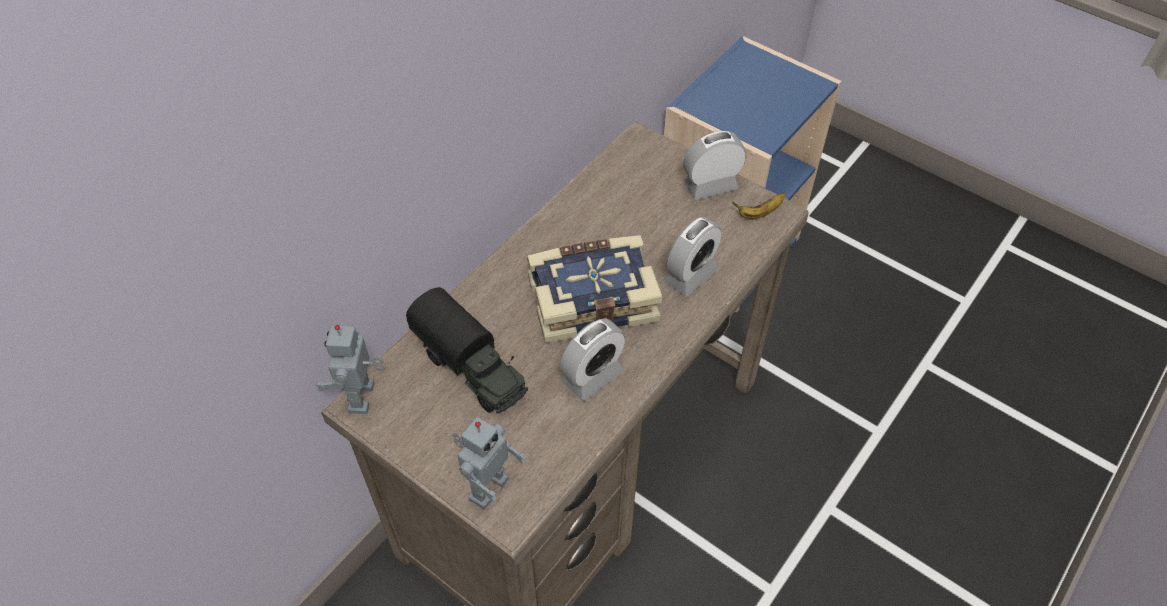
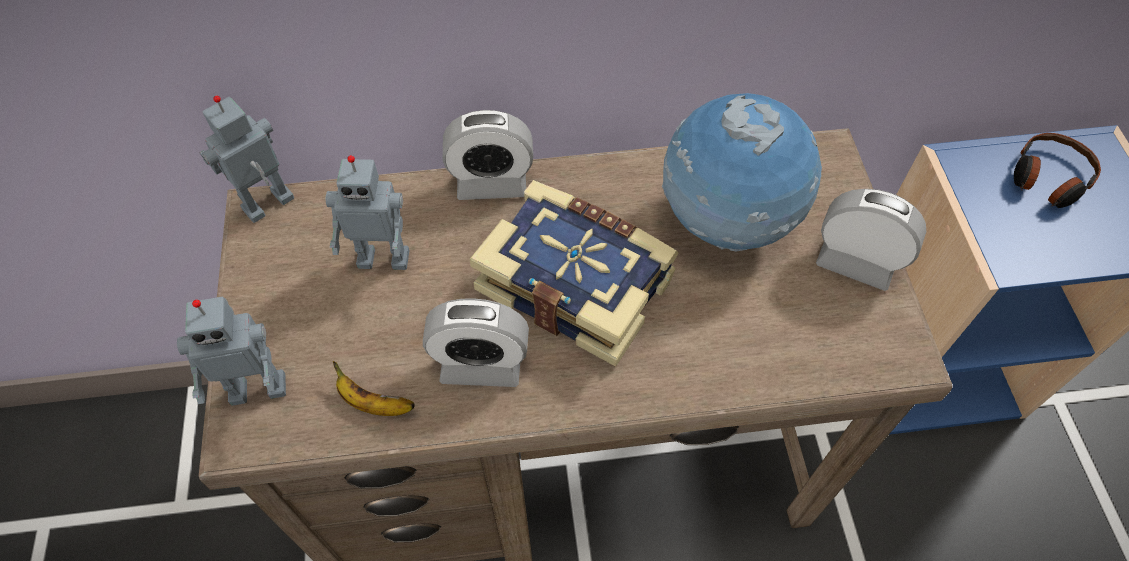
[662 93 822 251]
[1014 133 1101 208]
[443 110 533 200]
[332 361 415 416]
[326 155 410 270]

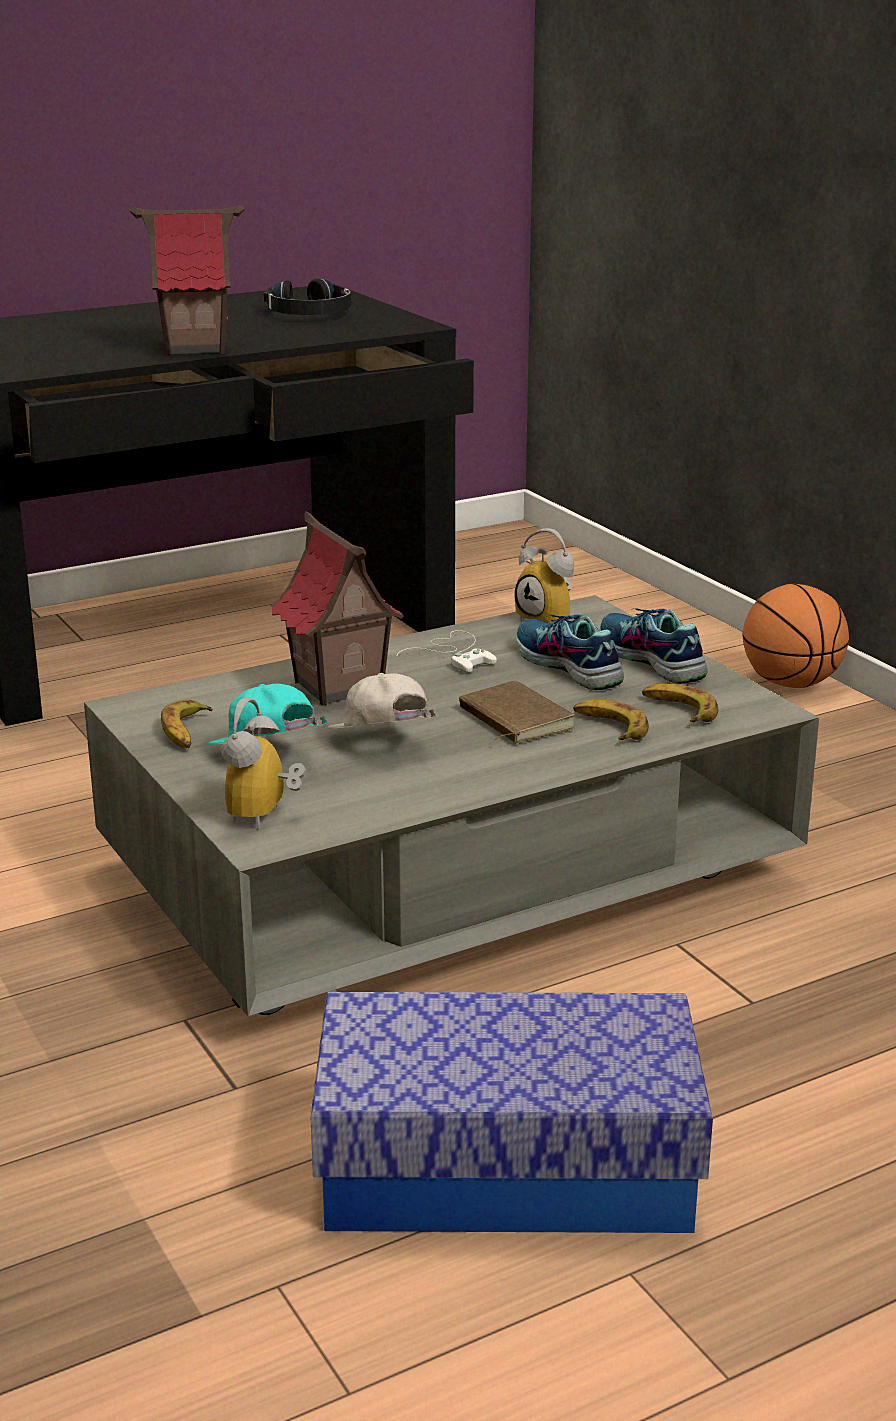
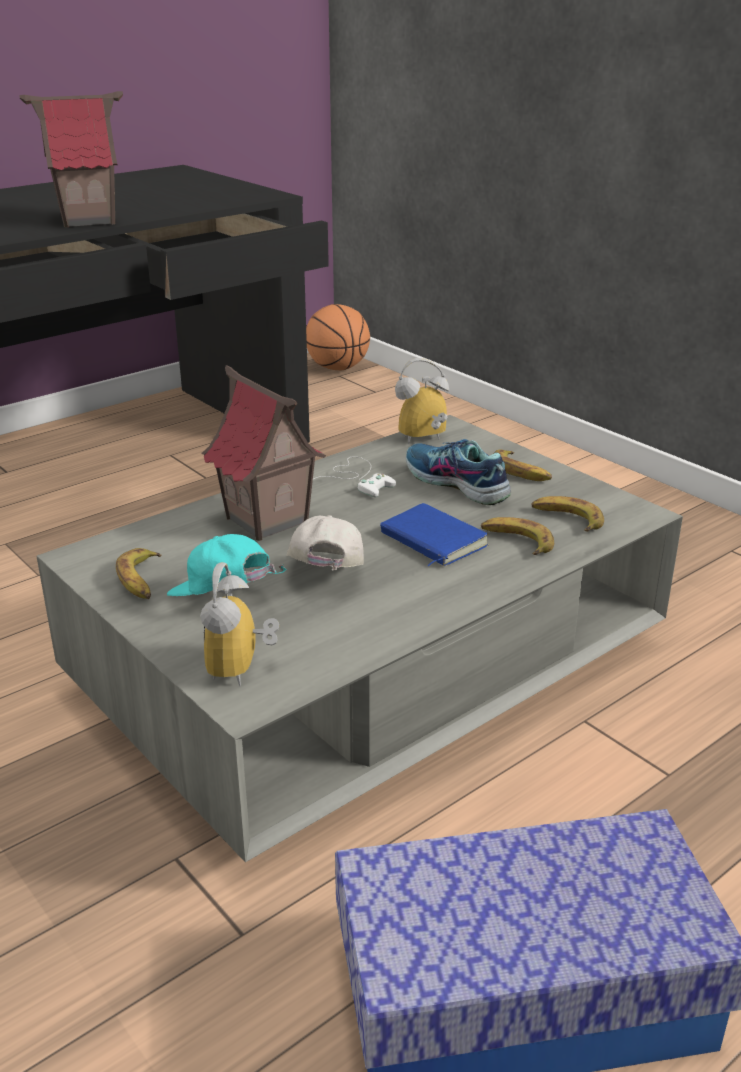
[264 278 351 315] (first image)
[306 304 370 370]
[494 450 552 481]
[380 503 489 567]
[286 515 364 570]
[395 358 449 445]

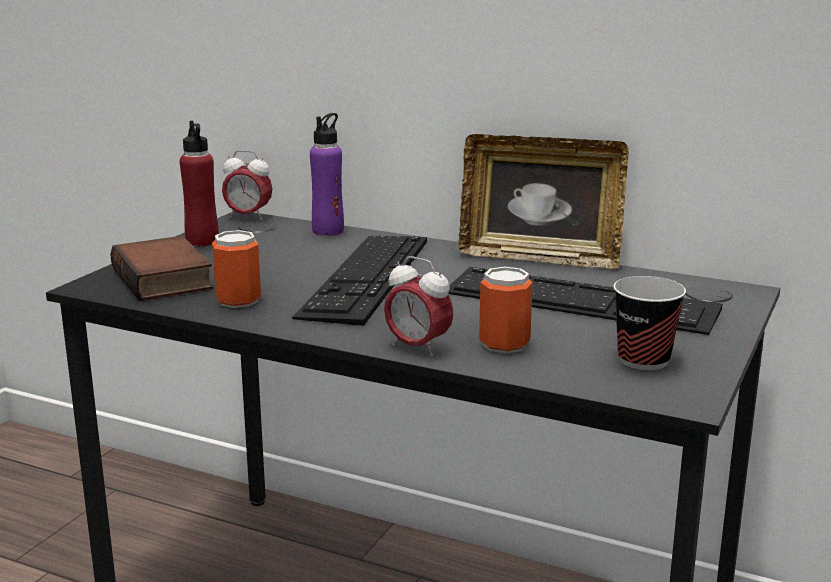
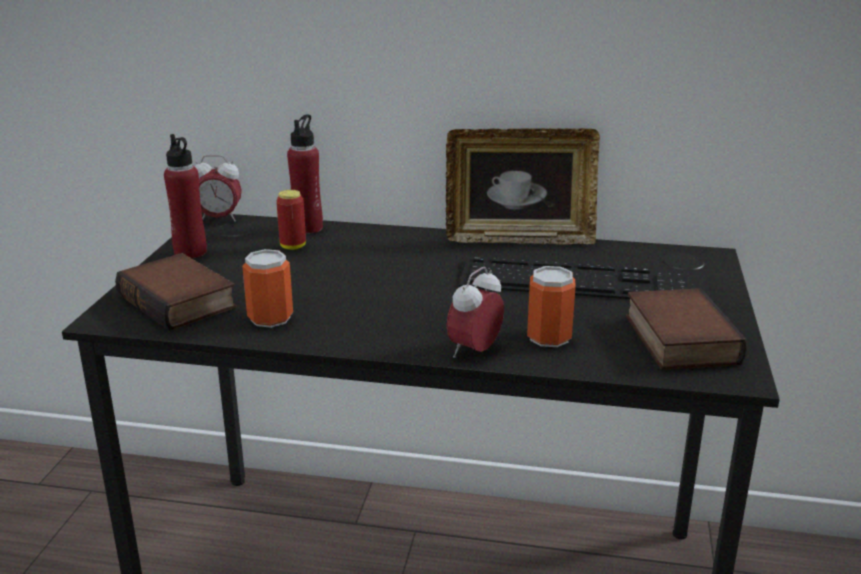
[293 236 427 326] (first image)
[276 190 306 250]
[625 288 748 370]
[287 114 323 234]
[447 267 504 358]

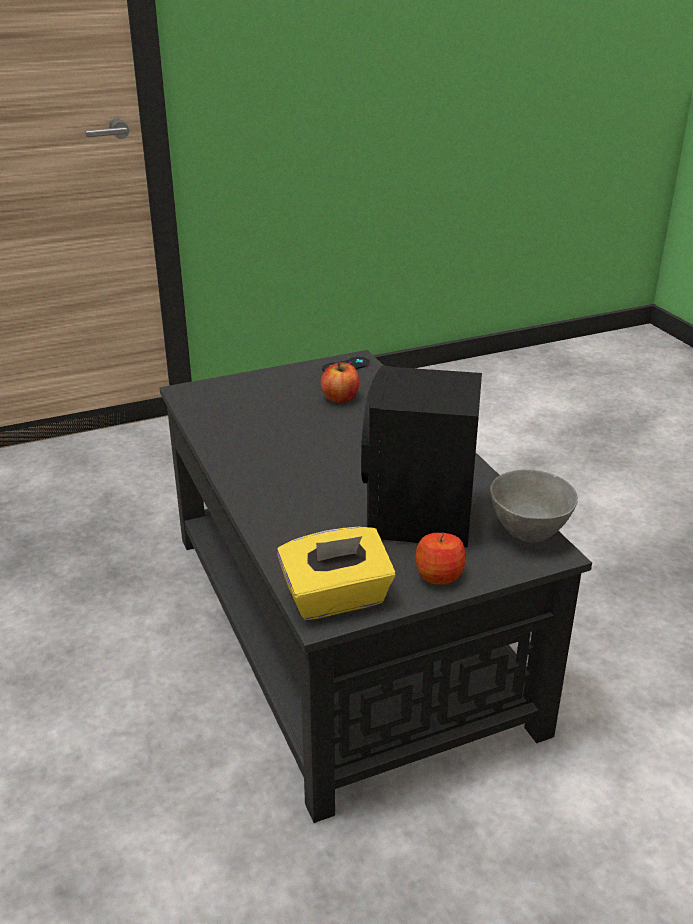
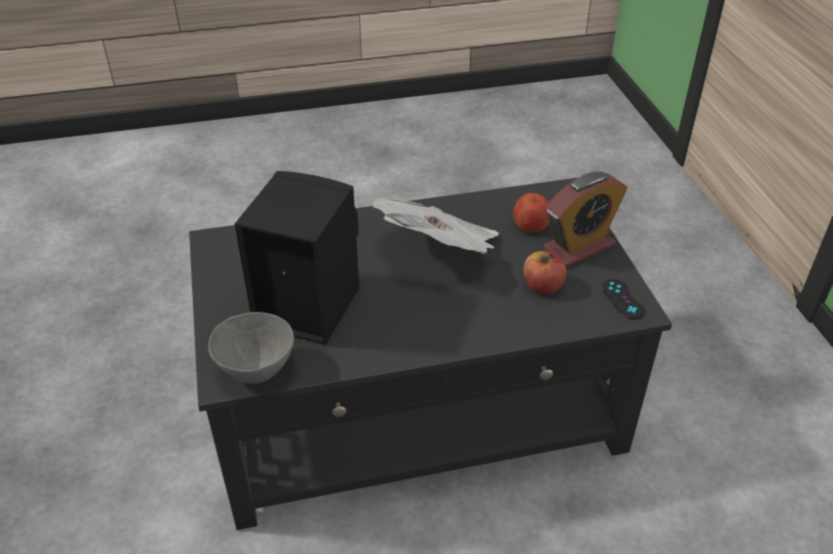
[277 527 396 620] (first image)
[372 197 499 254]
[543 171 628 268]
[513 193 550 232]

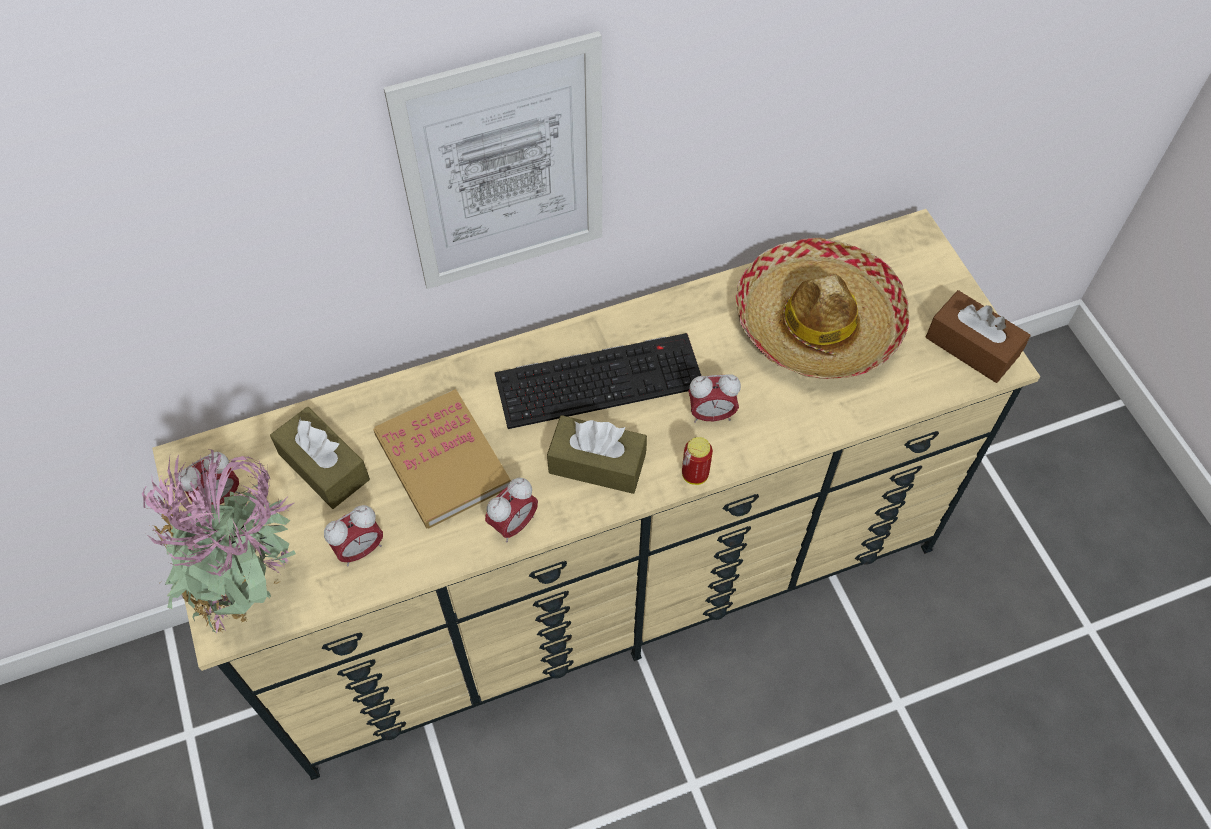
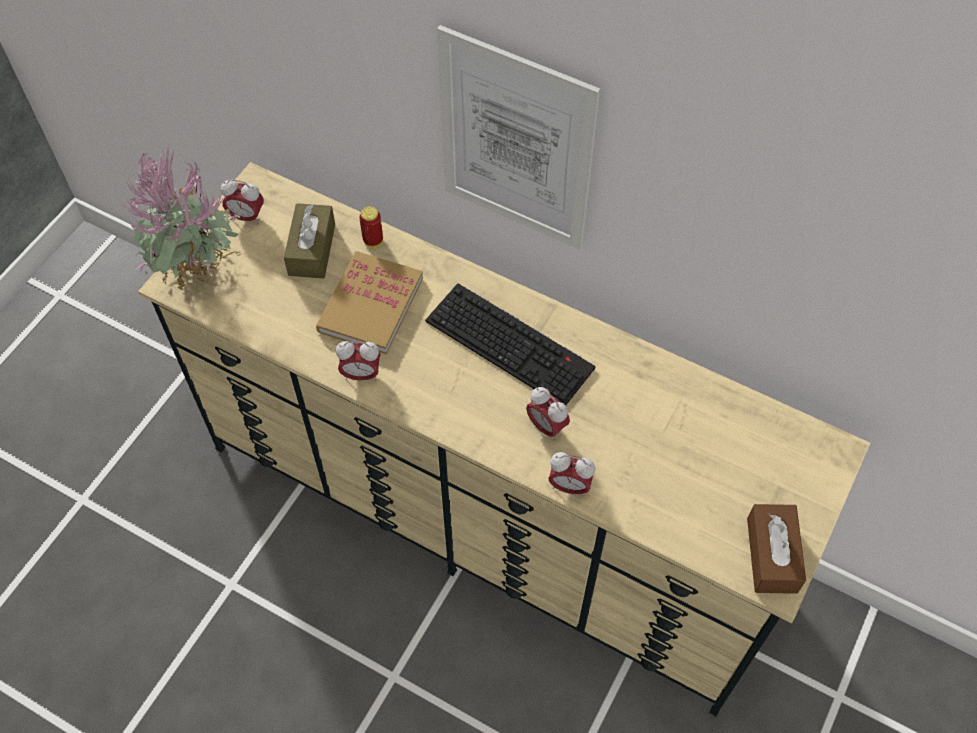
[547 415 647 494] (first image)
[736 238 910 379] (first image)
[548 452 595 497]
[359 206 383 247]

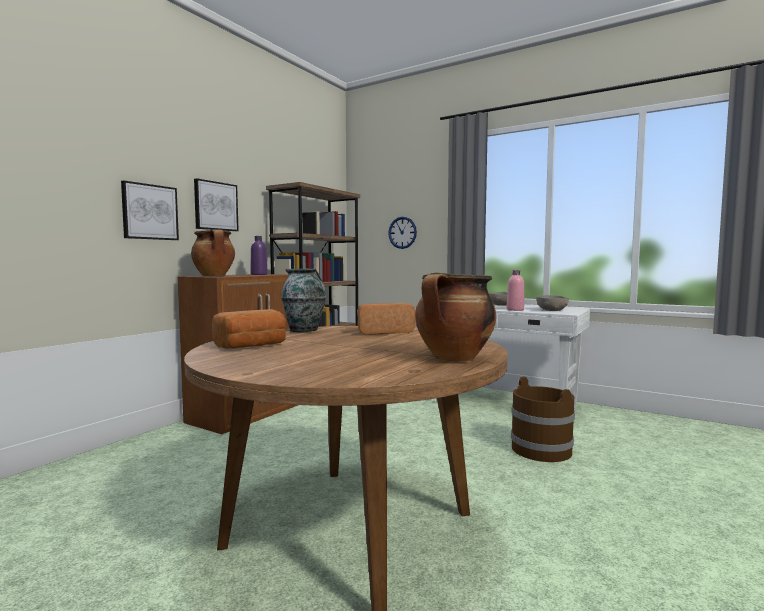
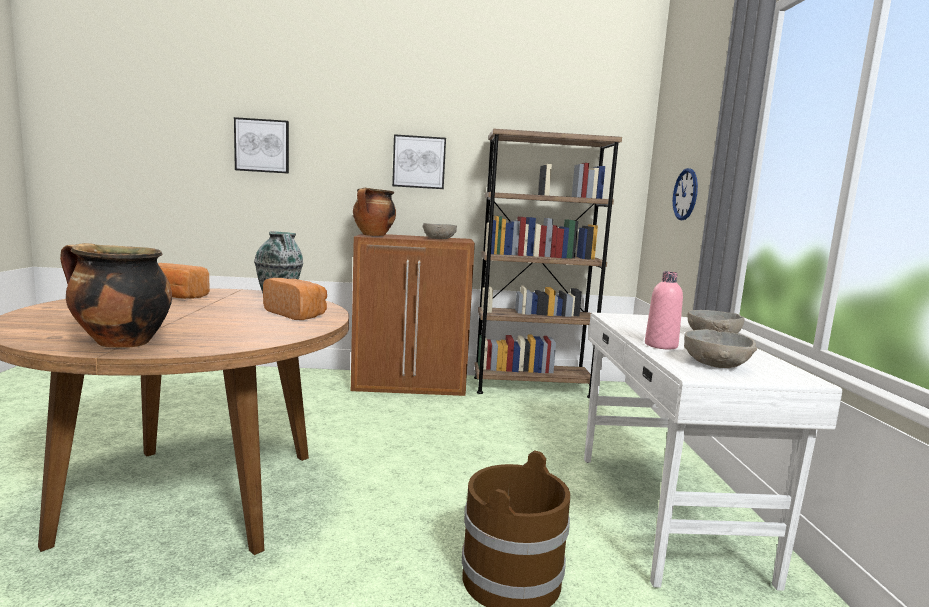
[234 117 289 174]
[422 223 457 239]

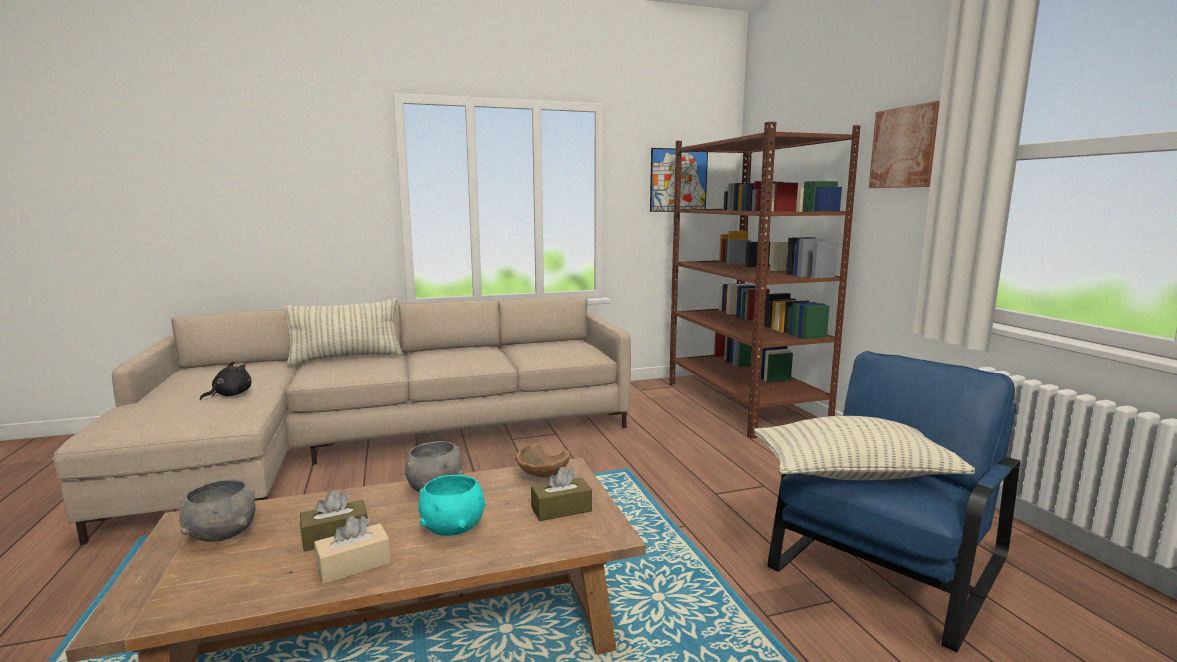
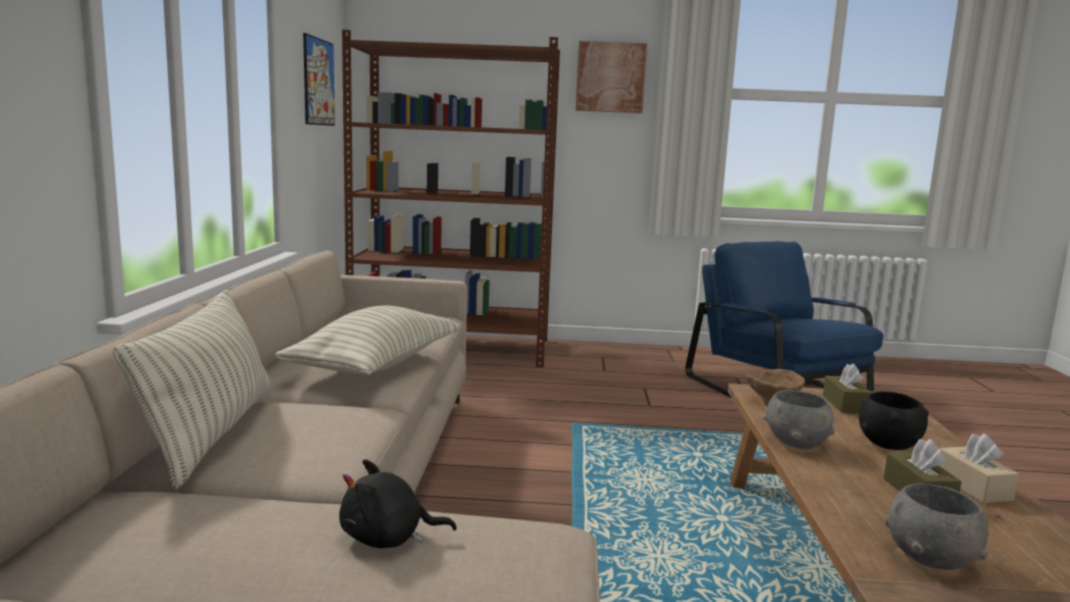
[275 305 460 375]
[859 391 929 450]
[339 459 457 548]

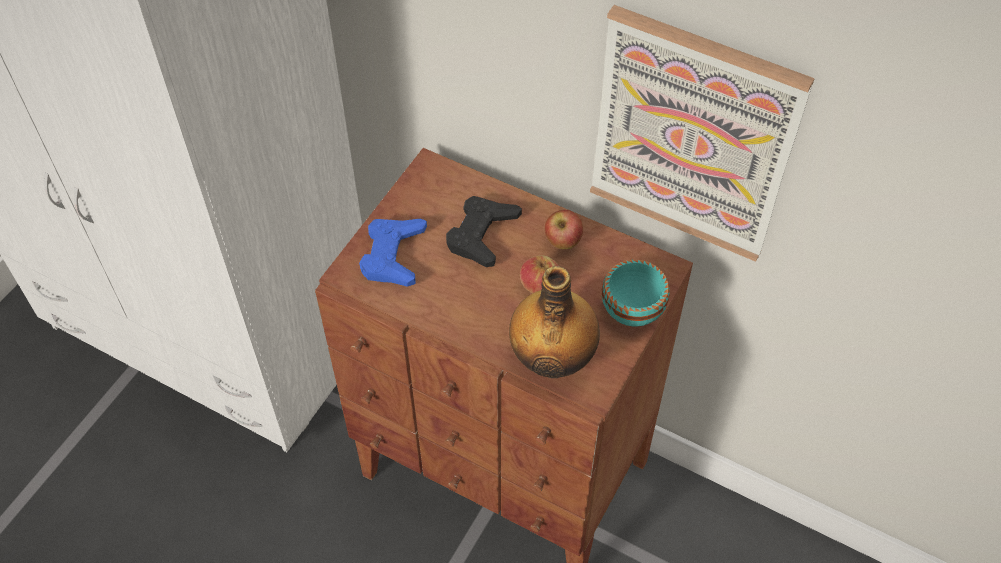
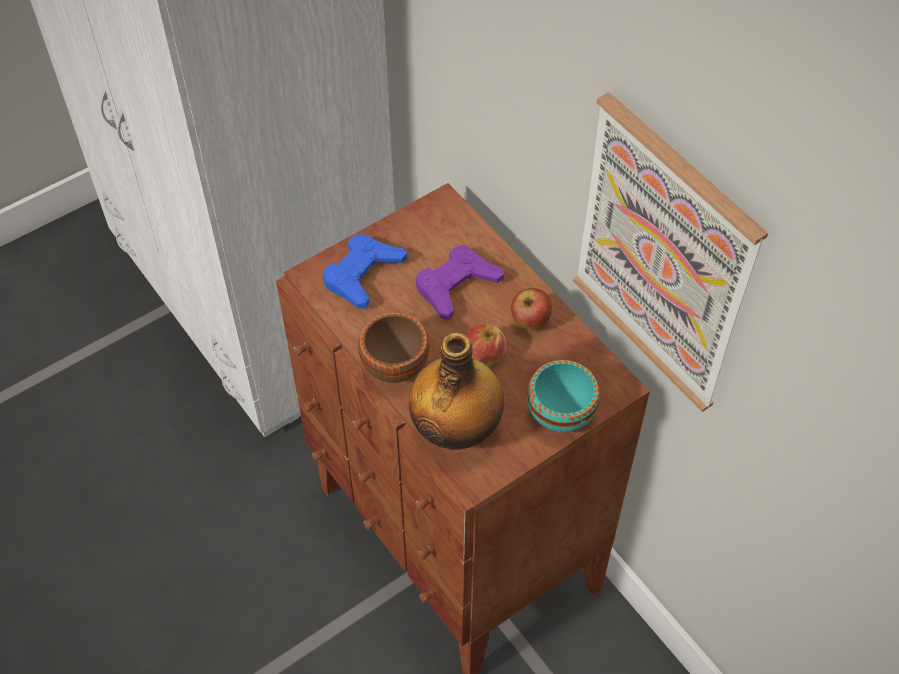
[358 313 429 383]
[415 245 504 320]

